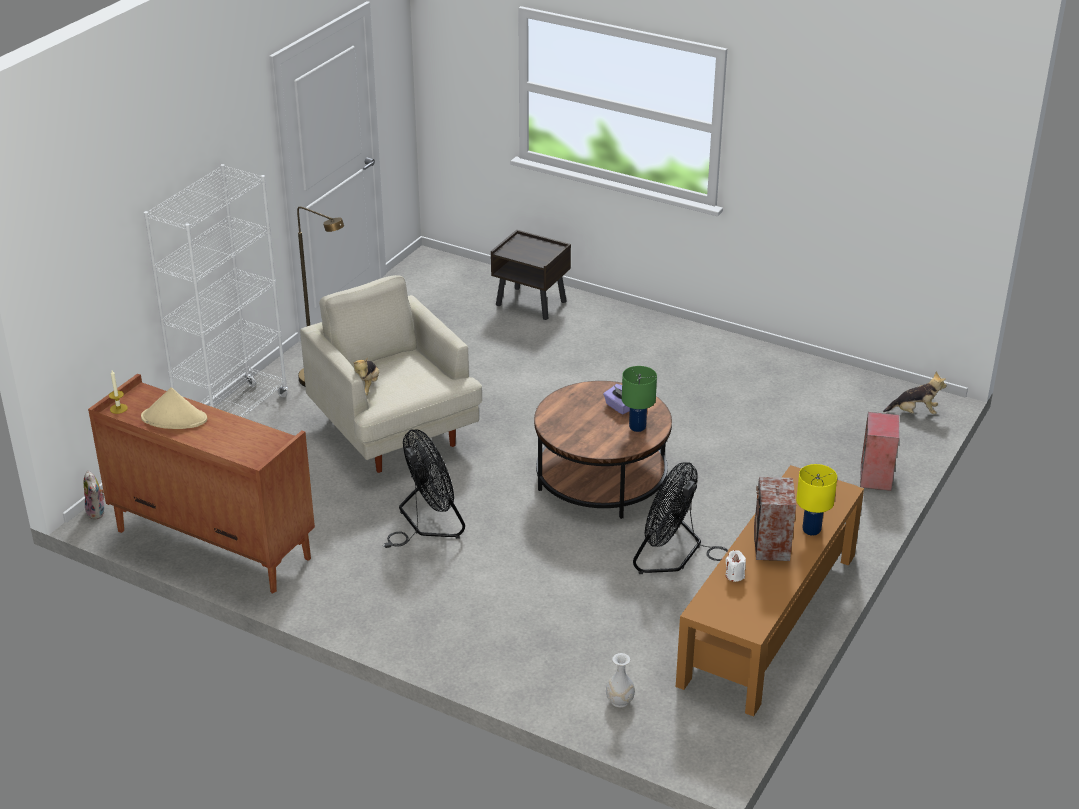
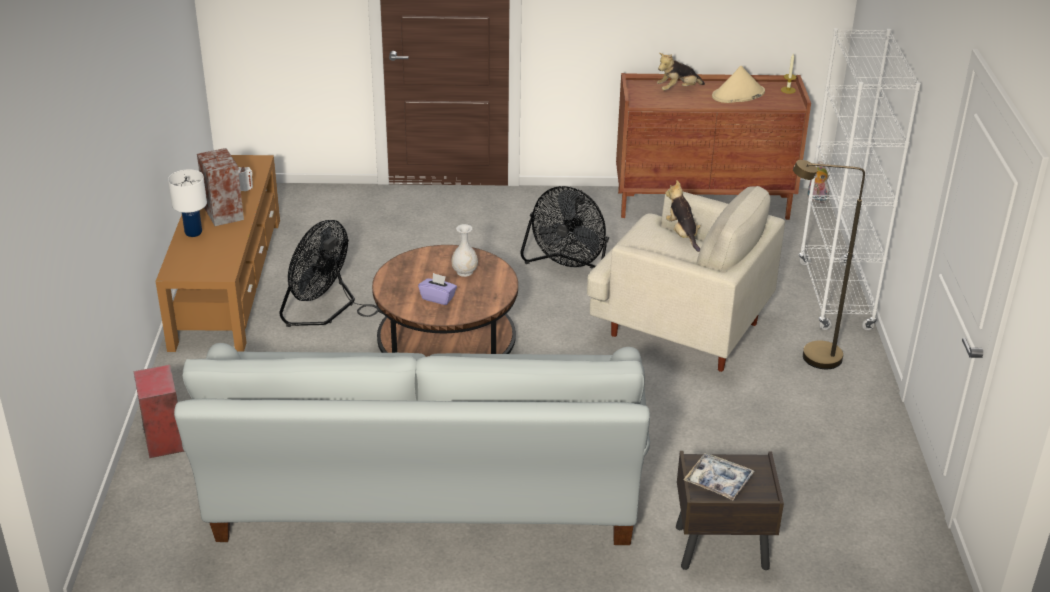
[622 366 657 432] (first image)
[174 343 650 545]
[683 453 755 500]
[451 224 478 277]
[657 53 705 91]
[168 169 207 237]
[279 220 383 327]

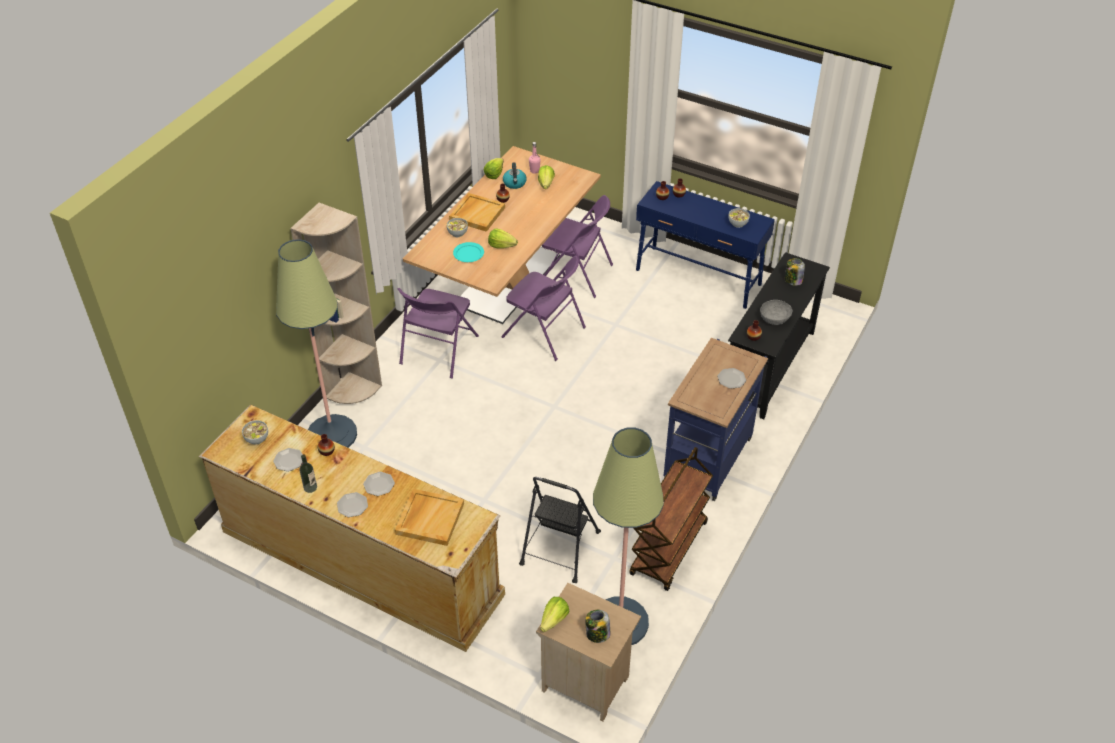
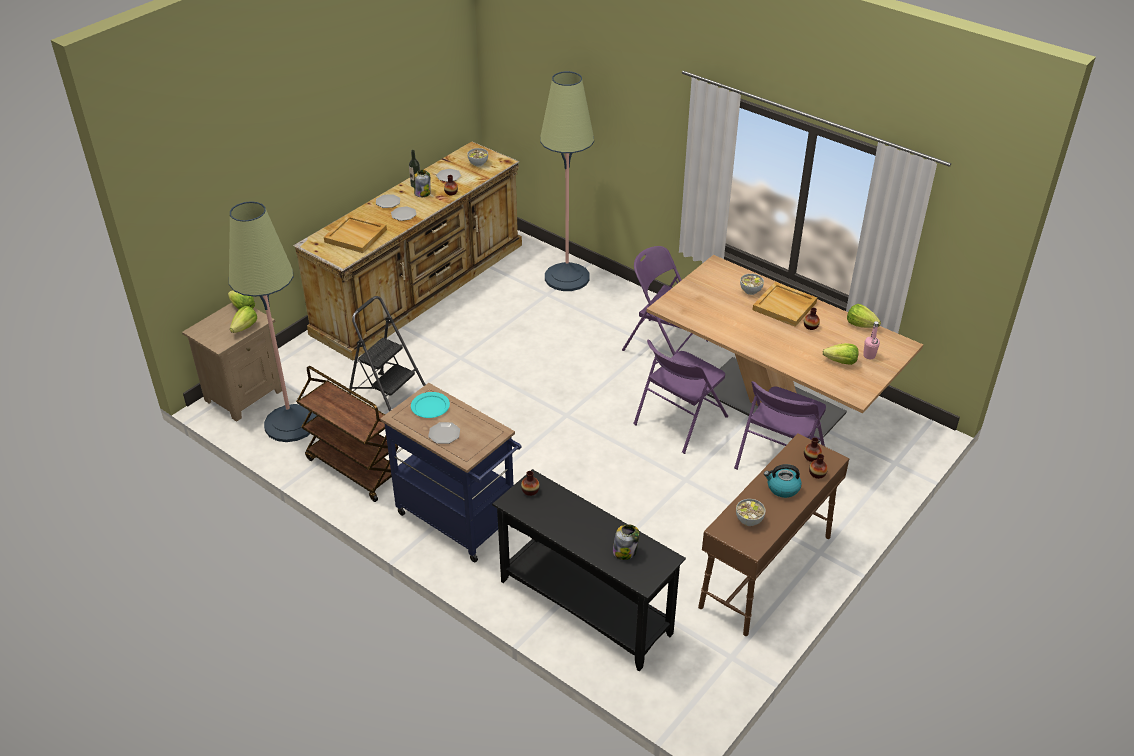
[290 203 382 404] (first image)
[760 300 792 325] (first image)
[411 392 450 418]
[230 306 257 333]
[764 464 802 498]
[414 170 431 197]
[698 433 849 636]

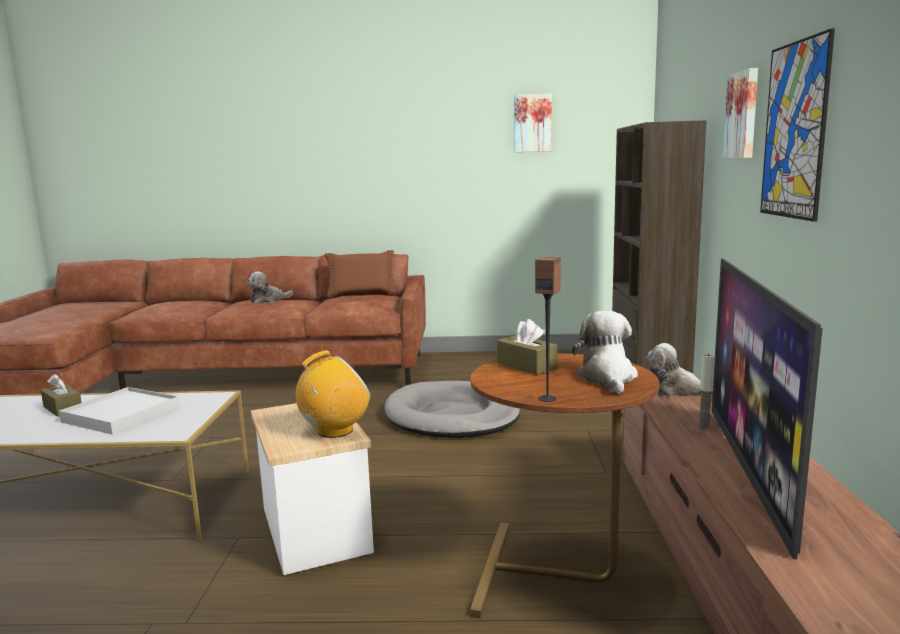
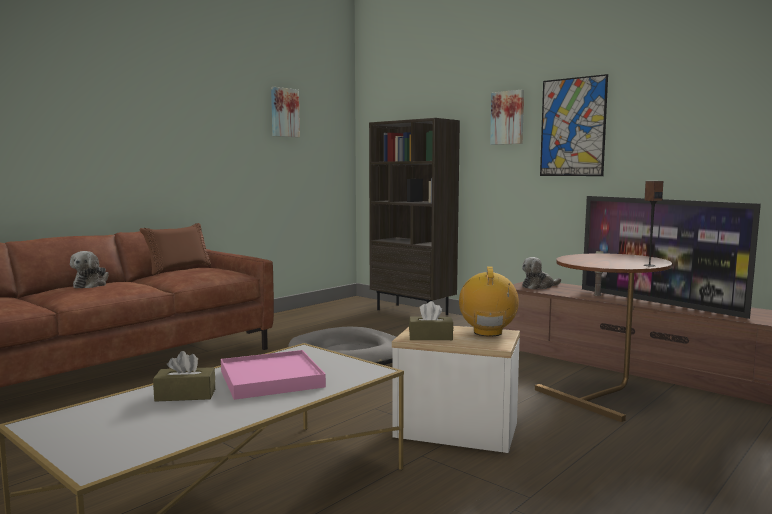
[572 311 638 394] (first image)
[409 301 454 340]
[221 350 326 400]

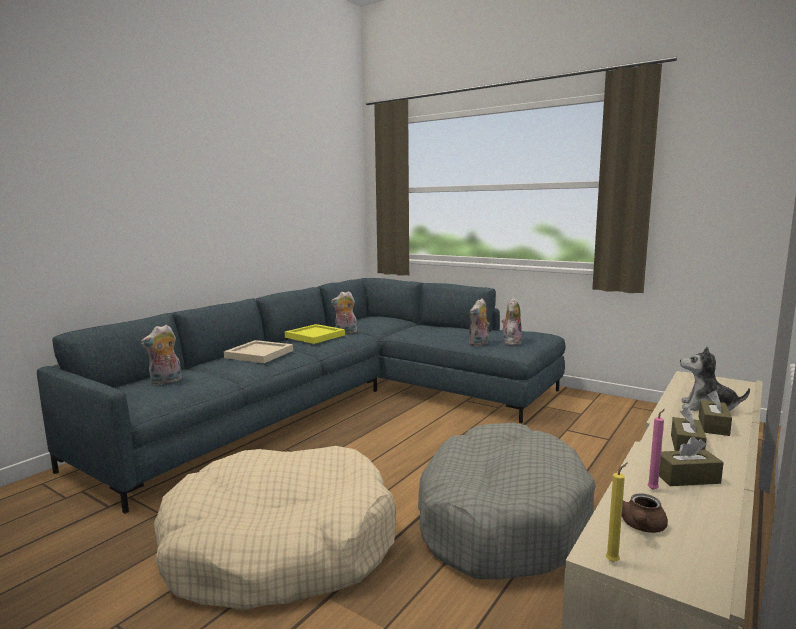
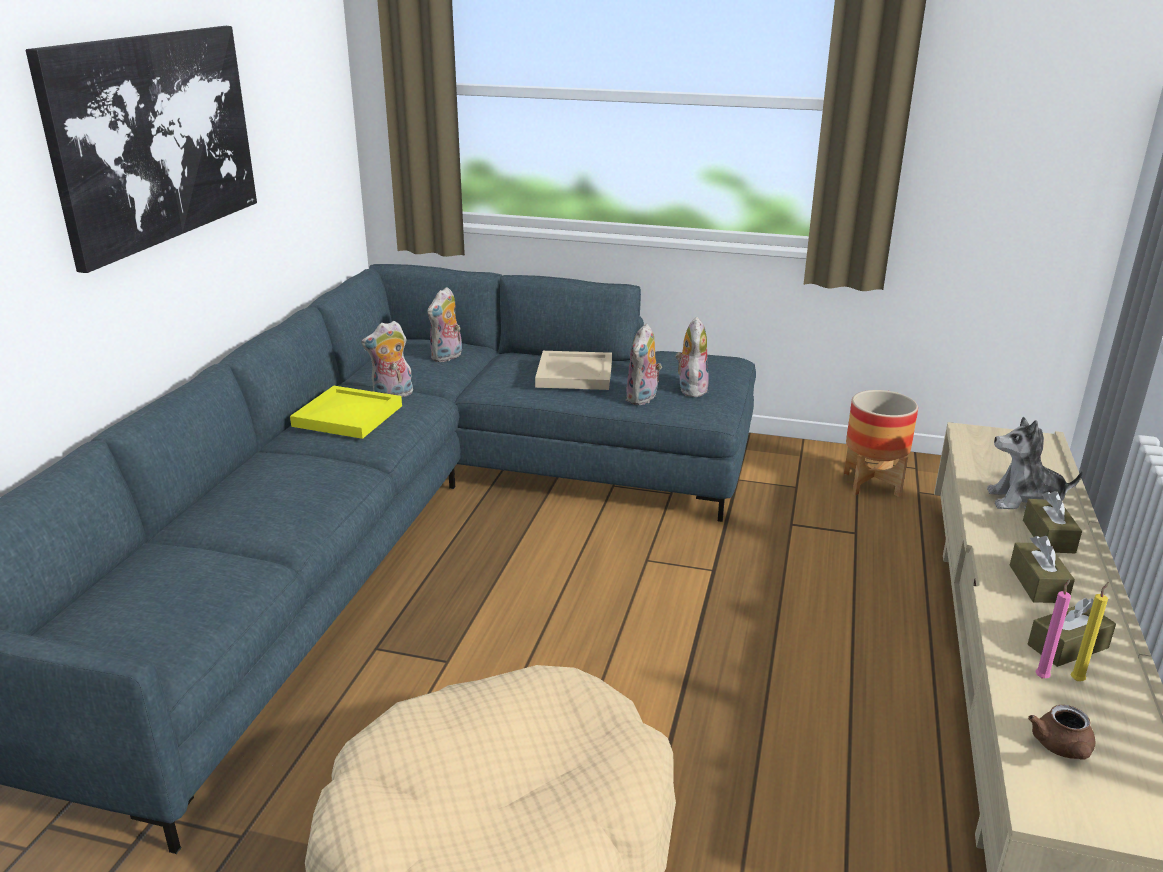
[418 423 596 580] (first image)
[26 26 257 273]
[844 390 918 497]
[428 287 462 362]
[535 351 612 390]
[1071 582 1109 681]

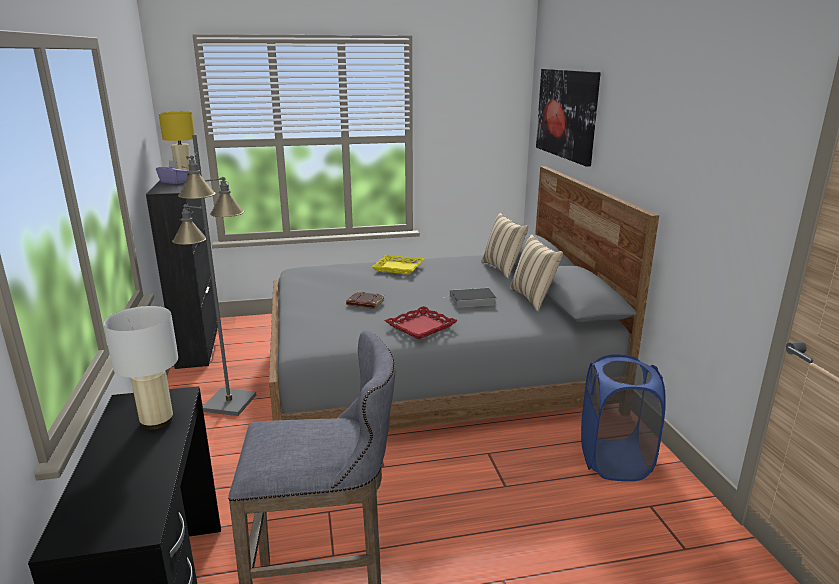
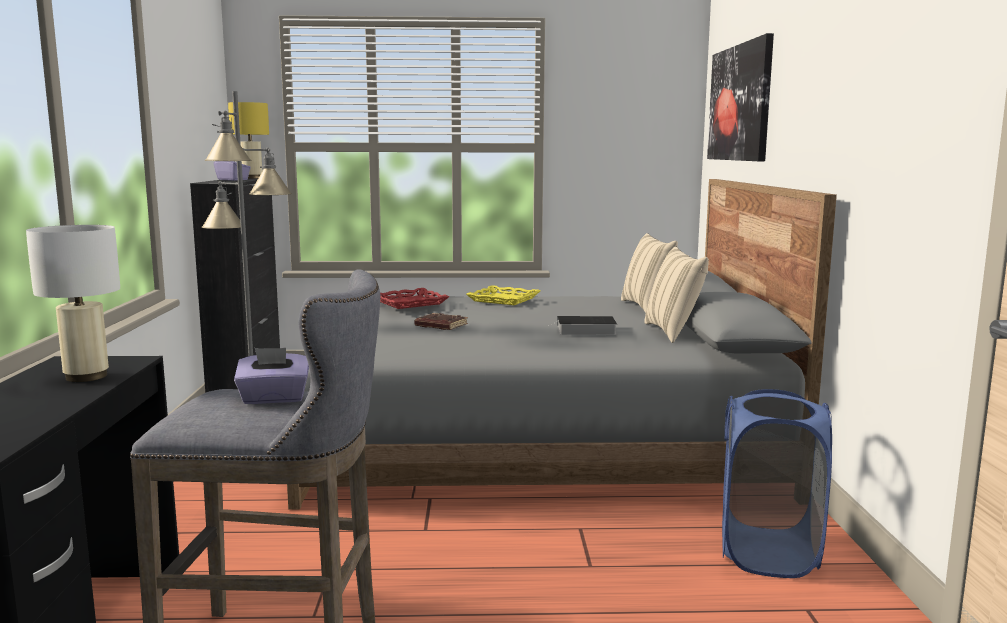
[234 348 309 404]
[380 288 449 309]

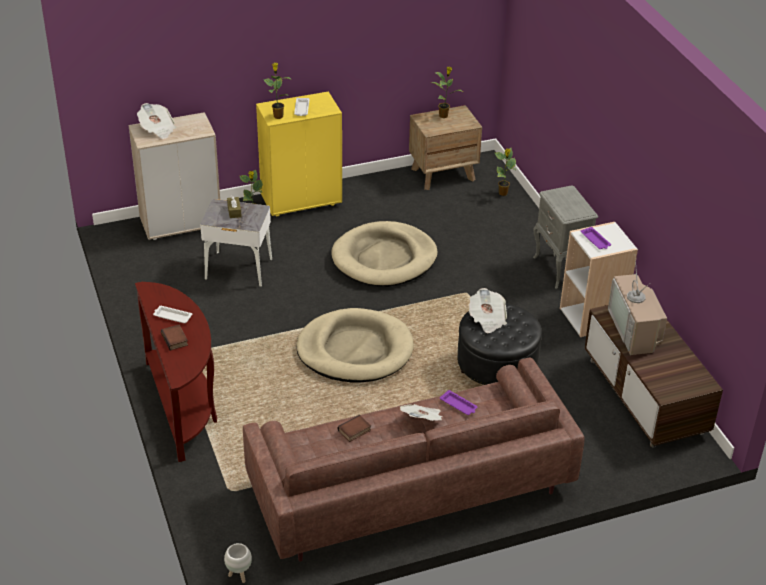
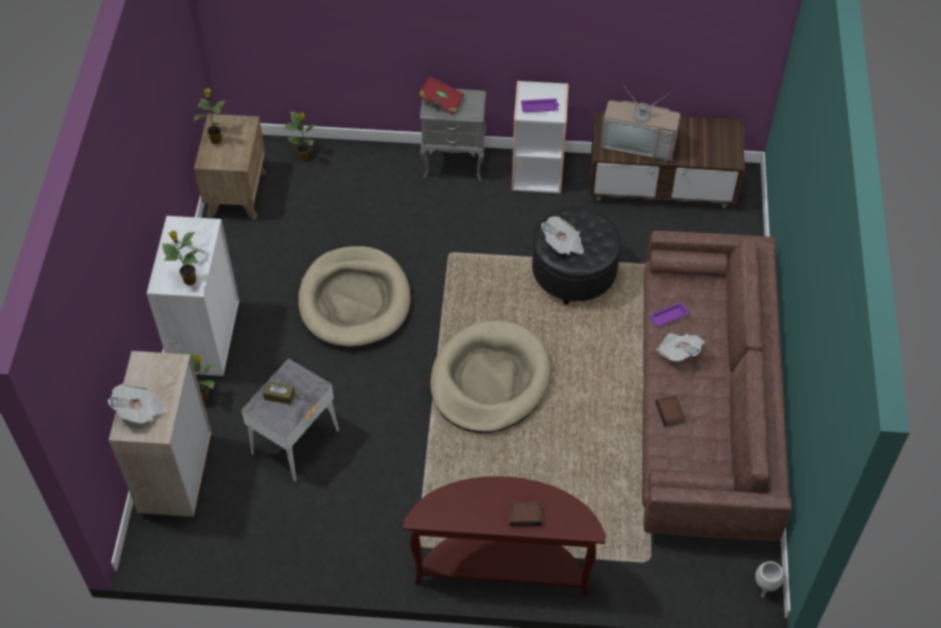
[153 306 192 323] (first image)
[418 76 465 115]
[147 216 239 376]

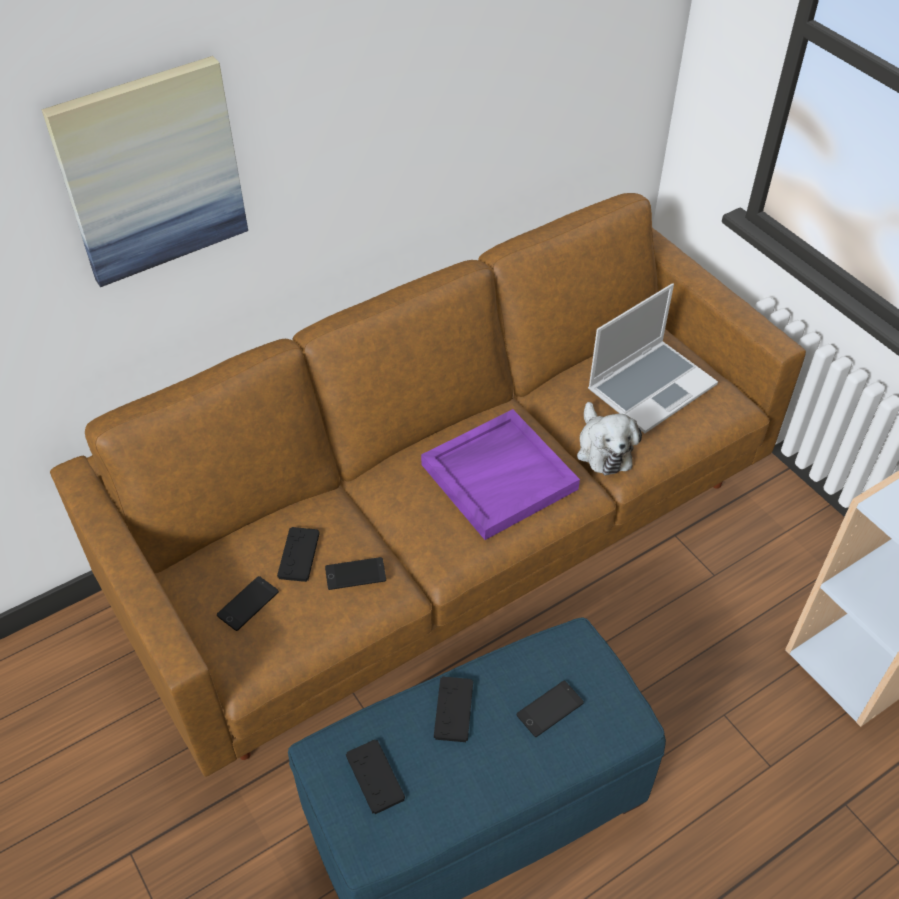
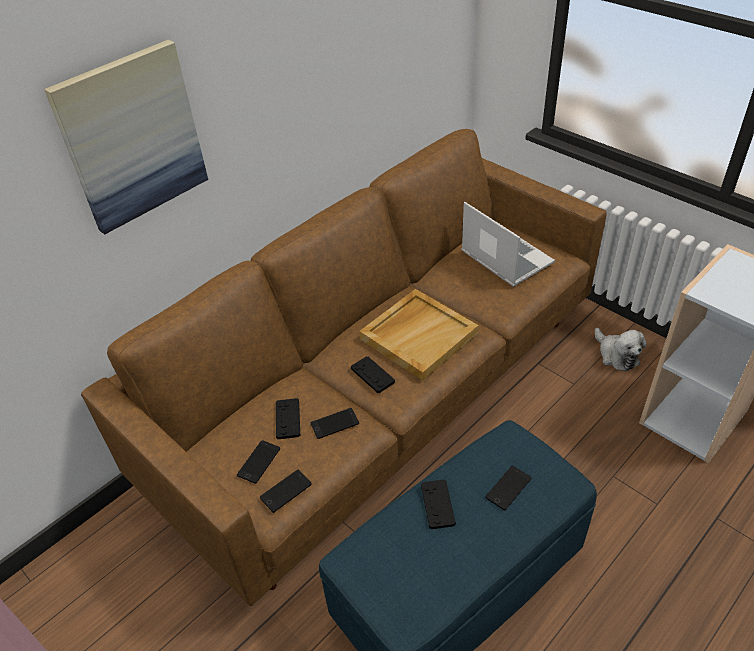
[260 470 312 513]
[351 356 395 393]
[595 328 647 371]
[359 289 479 381]
[461 202 555 287]

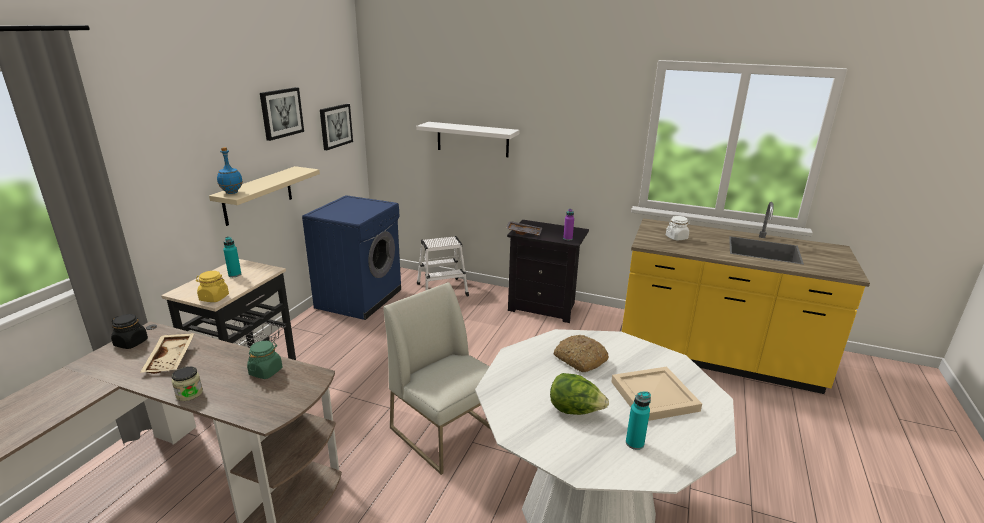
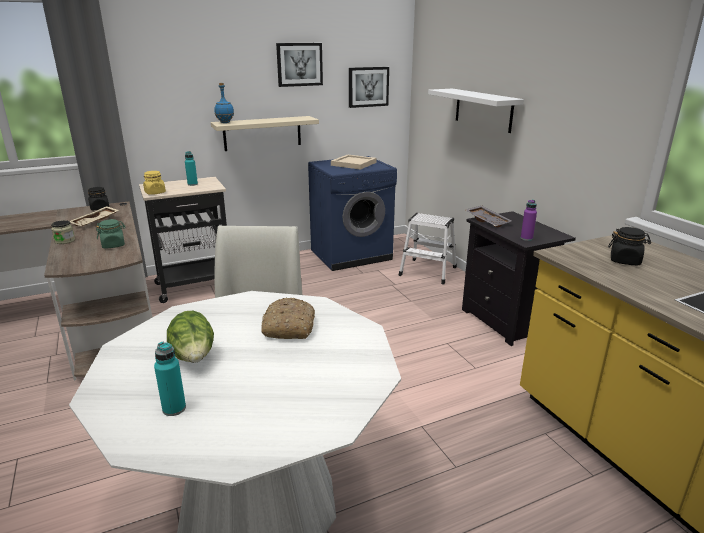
[331 155 377 170]
[608 227 651 265]

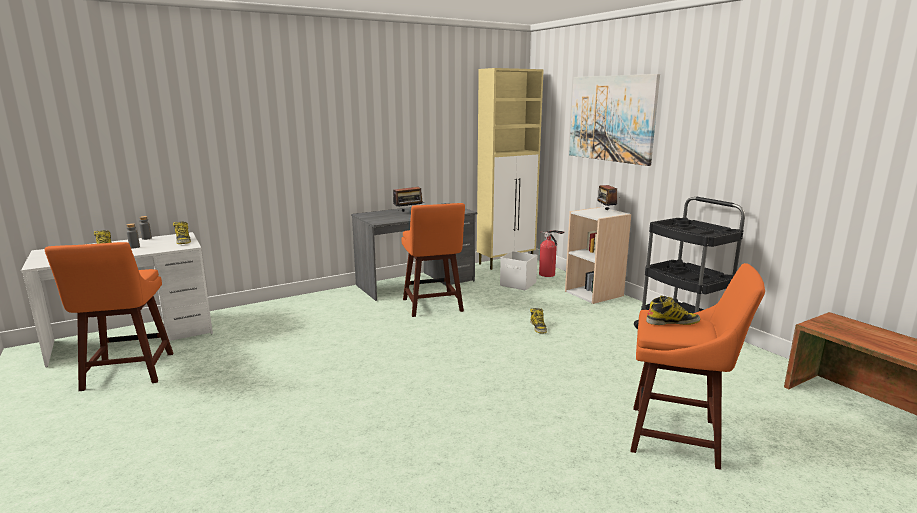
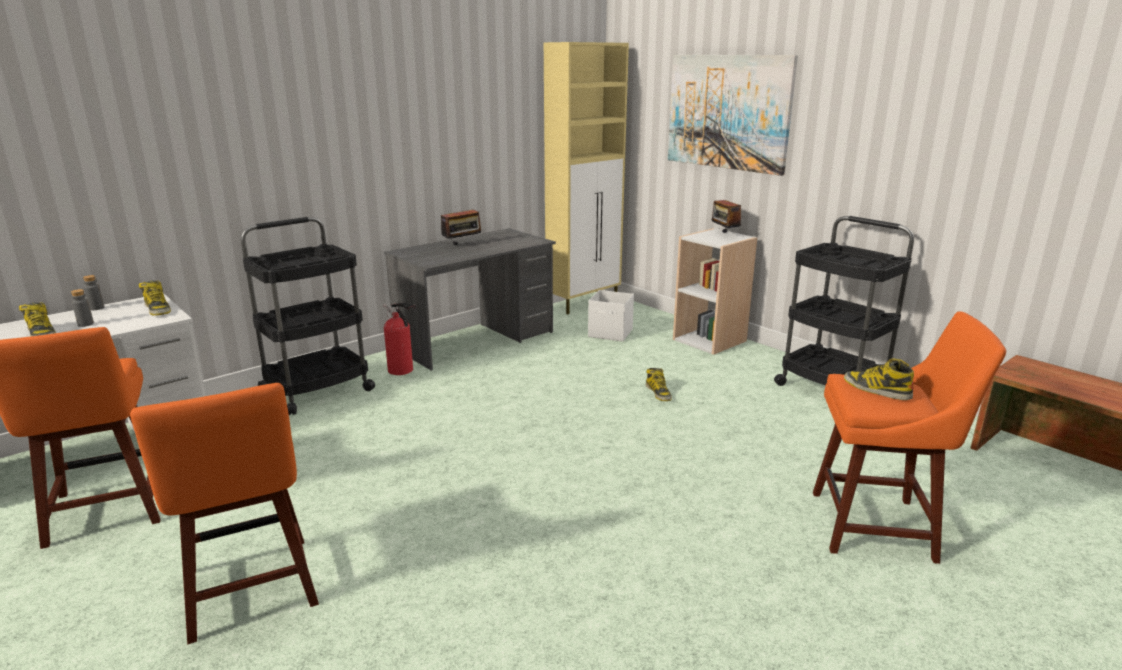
[241 217 375 415]
[130 383 319 644]
[383 303 416 375]
[844 359 914 400]

